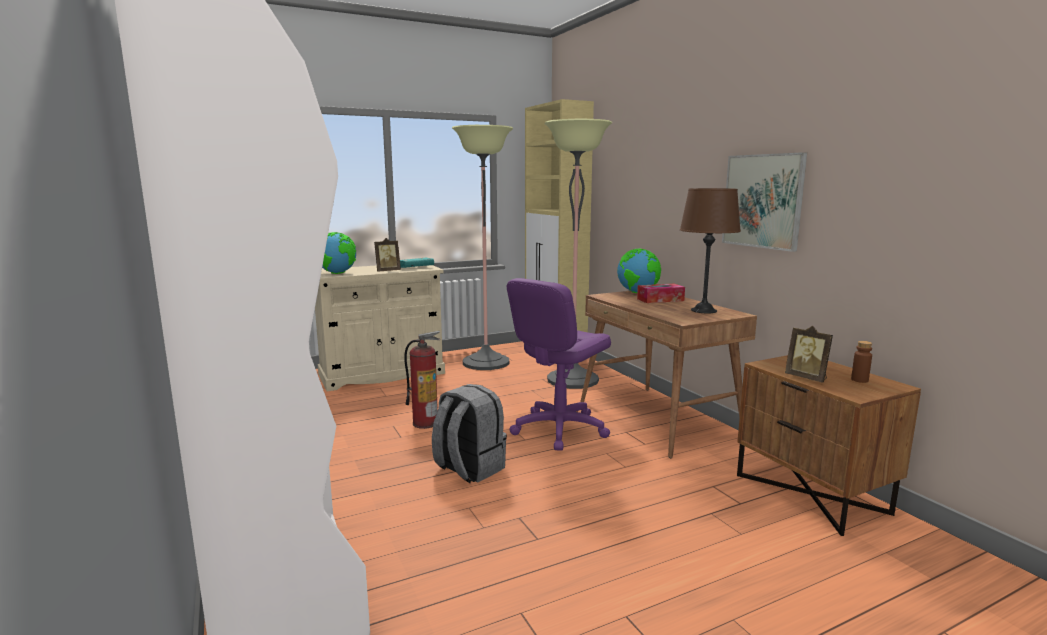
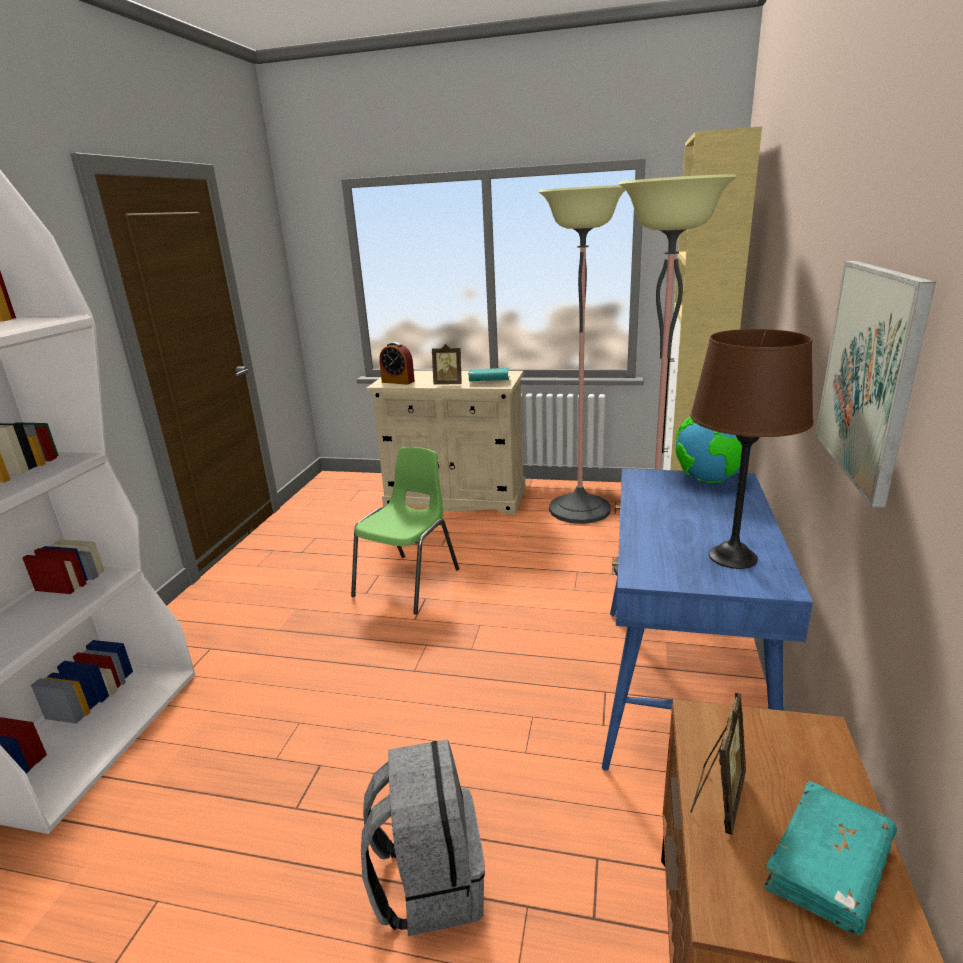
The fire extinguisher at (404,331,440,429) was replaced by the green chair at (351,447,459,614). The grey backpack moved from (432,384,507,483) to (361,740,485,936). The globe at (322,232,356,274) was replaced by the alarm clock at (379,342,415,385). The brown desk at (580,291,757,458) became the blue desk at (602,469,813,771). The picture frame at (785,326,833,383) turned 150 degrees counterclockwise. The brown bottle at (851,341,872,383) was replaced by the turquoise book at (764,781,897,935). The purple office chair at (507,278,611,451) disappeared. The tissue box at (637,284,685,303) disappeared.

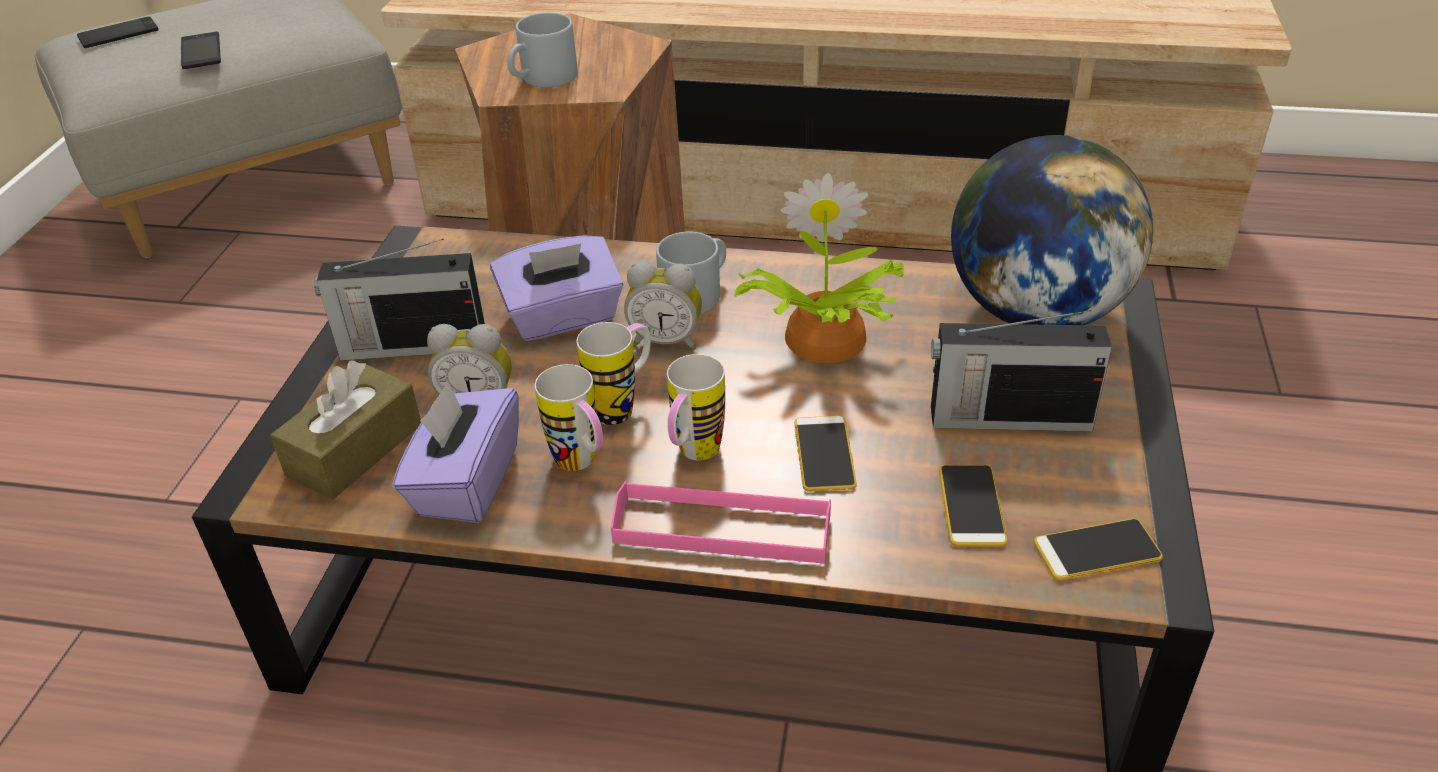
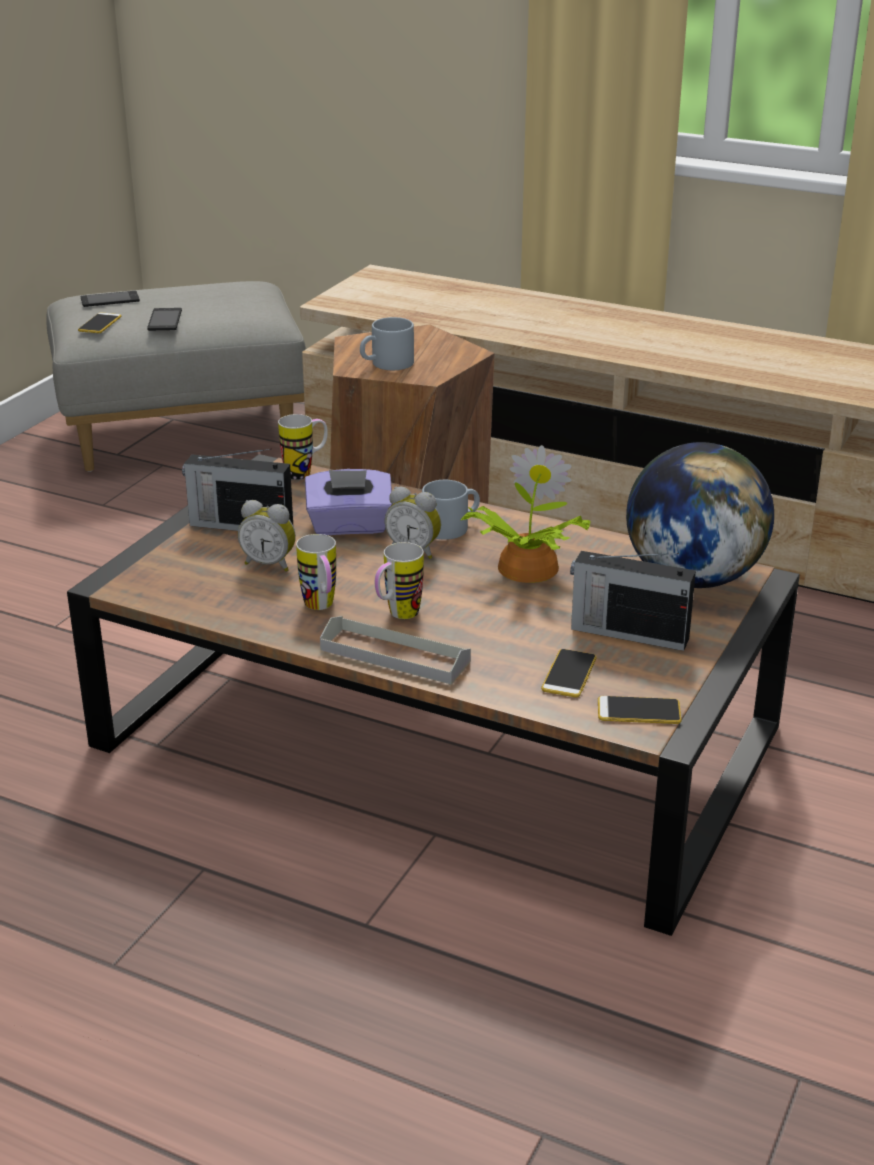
The phone moved from (795,416,857,492) to (78,312,121,333). The mug moved from (577,322,651,425) to (278,414,328,480). The pink tray at (611,481,831,564) became the grey tray at (320,616,471,685). The brown tissue box at (270,360,421,499) disappeared. The purple tissue box at (393,381,519,523) disappeared.

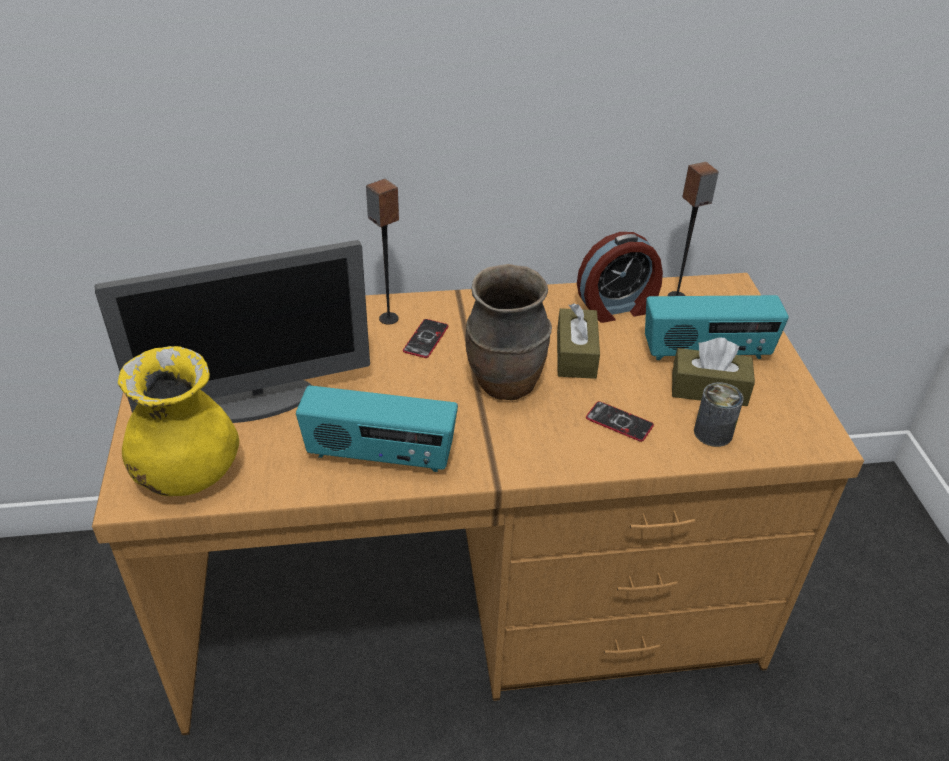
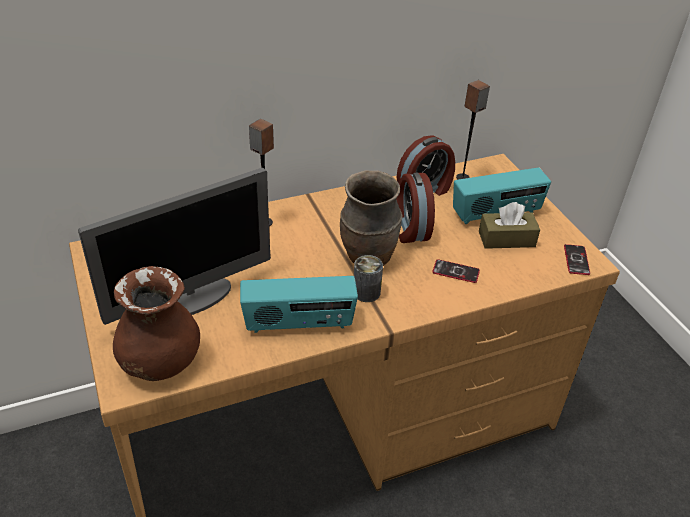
The yellow vase at (118,346,239,496) became the brown vase at (113,266,200,381). The can moved from (694,382,744,447) to (354,255,383,302). The brown tissue box at (557,303,600,379) was replaced by the alarm clock at (396,173,435,243). The phone moved from (403,319,448,358) to (564,244,590,275).

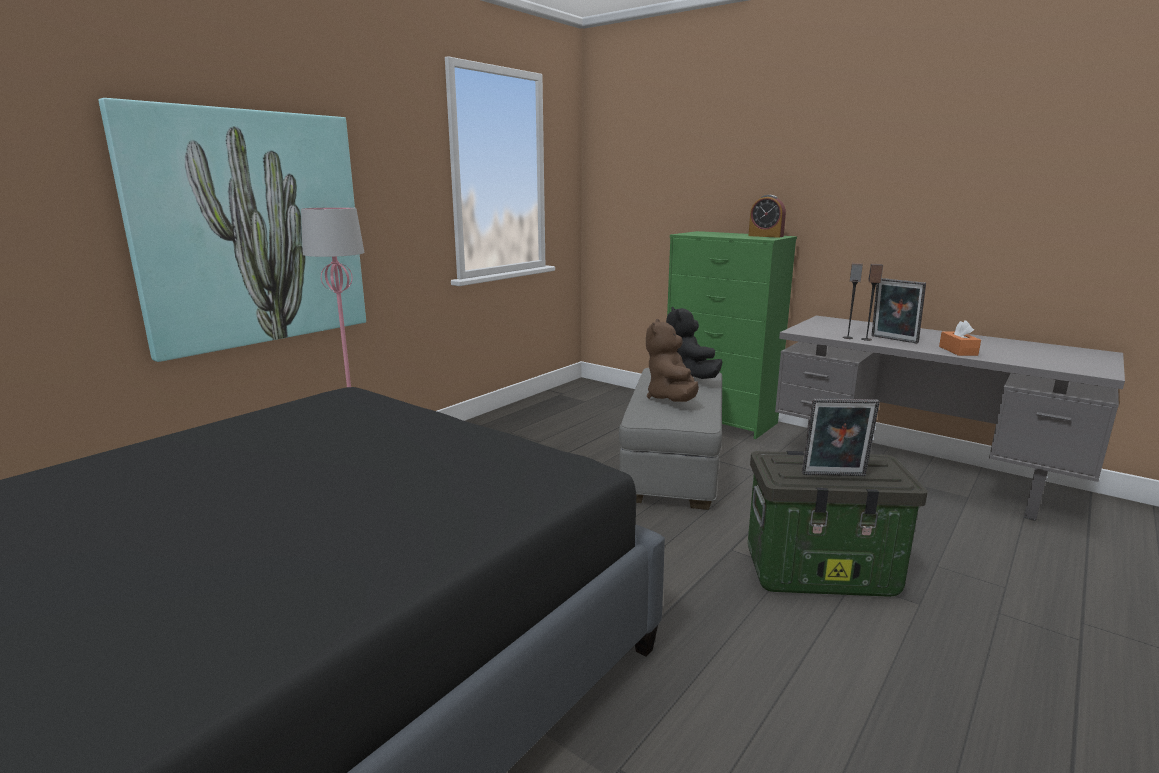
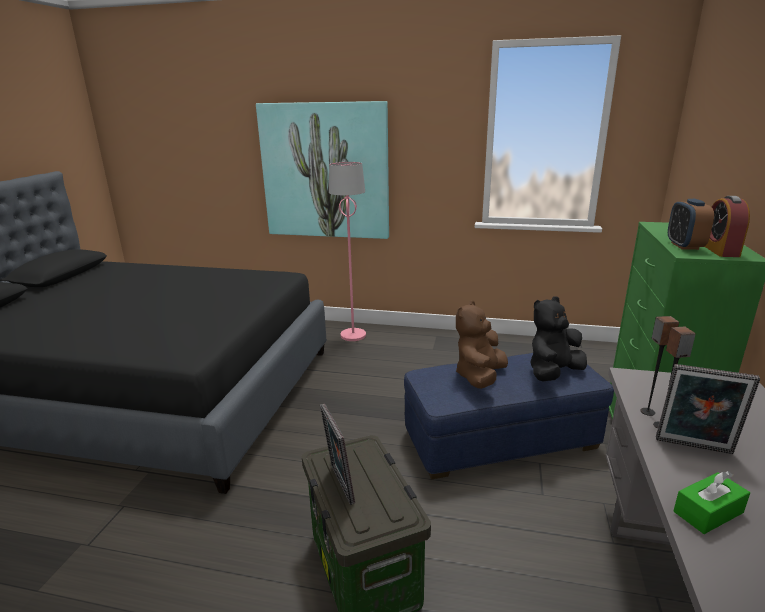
The grey ottoman at (619,368,722,510) became the blue ottoman at (404,353,614,479). The brown plush toy at (646,319,699,402) turned 45 degrees counterclockwise. The picture frame at (871,278,926,343) turned 90 degrees counterclockwise. The alarm clock at (668,199,714,250) appeared. The orange tissue box at (939,320,981,356) became the green tissue box at (673,471,750,534).

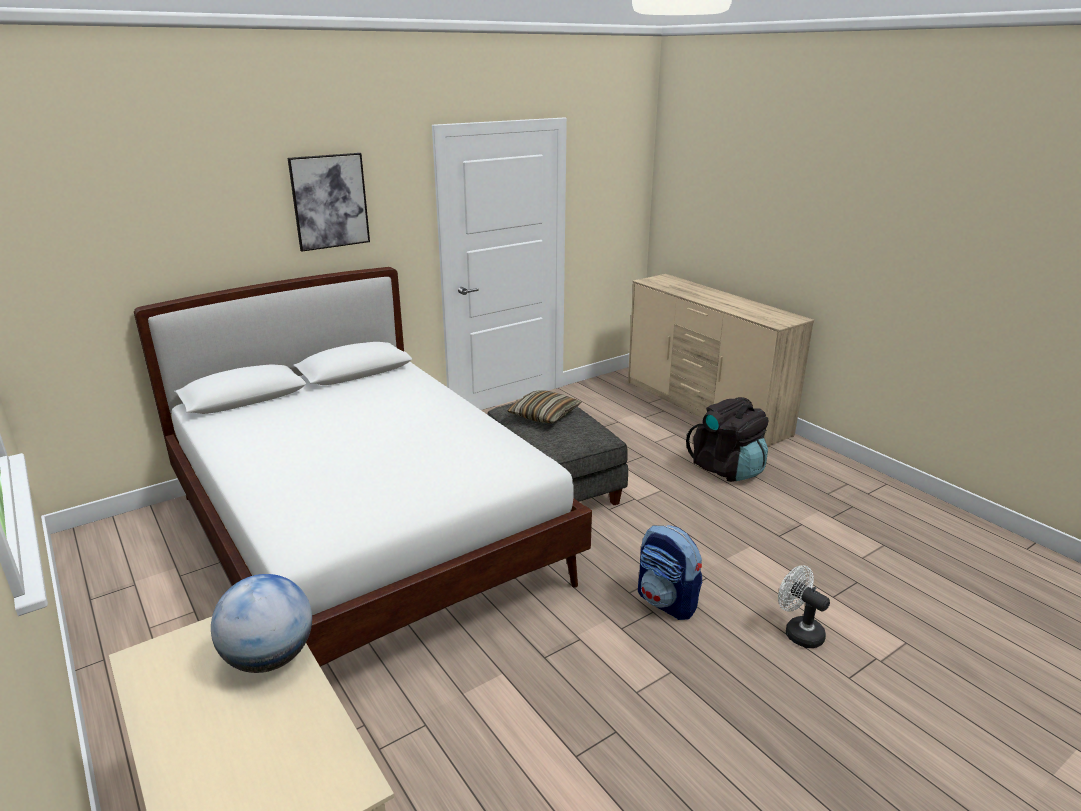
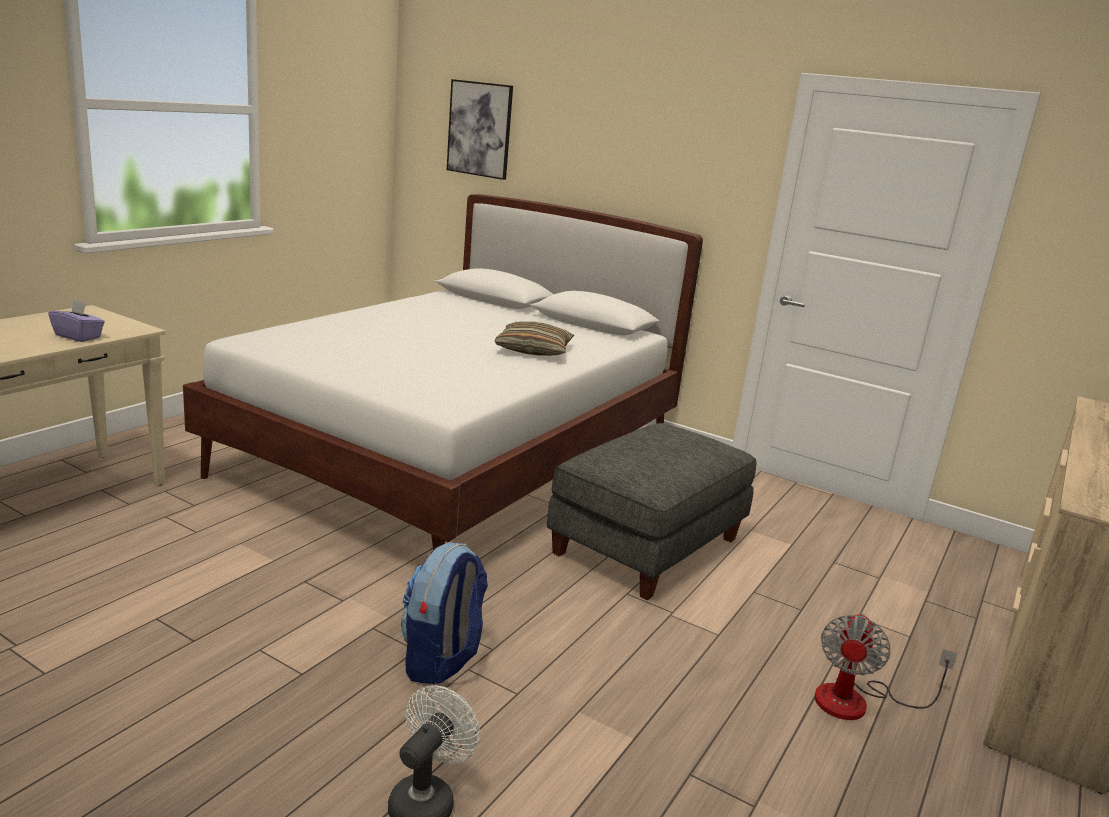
The globe at (211,574,312,673) was replaced by the purple tissue box at (48,300,105,342). The picture moved from (288,153,370,252) to (447,79,513,180). The pillow moved from (507,390,581,423) to (495,321,574,356). The black backpack at (686,397,768,482) was replaced by the fan at (815,613,957,720).

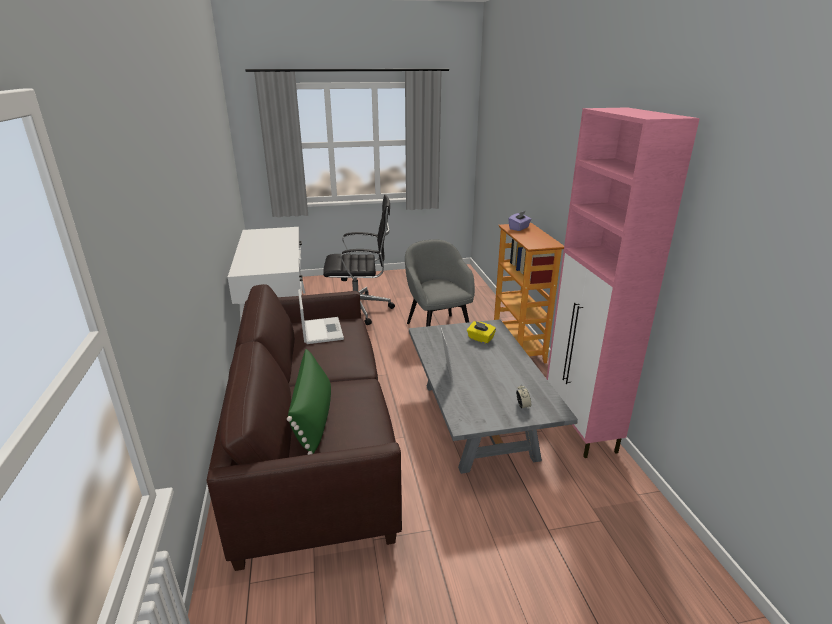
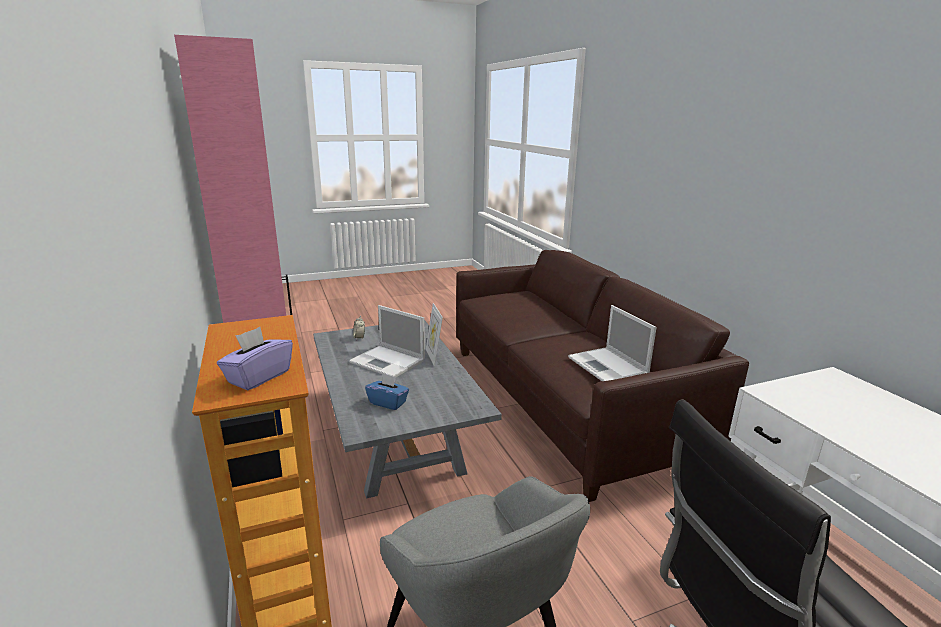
The laptop at (349,305,425,377) appeared. The yellow tissue box at (467,321,496,344) became the blue tissue box at (365,373,409,410). The green pillow at (287,349,331,455) disappeared.

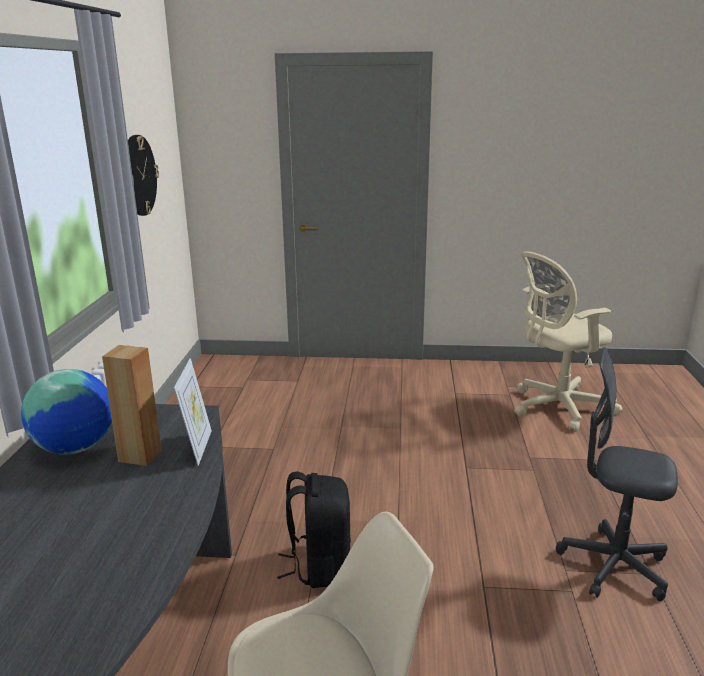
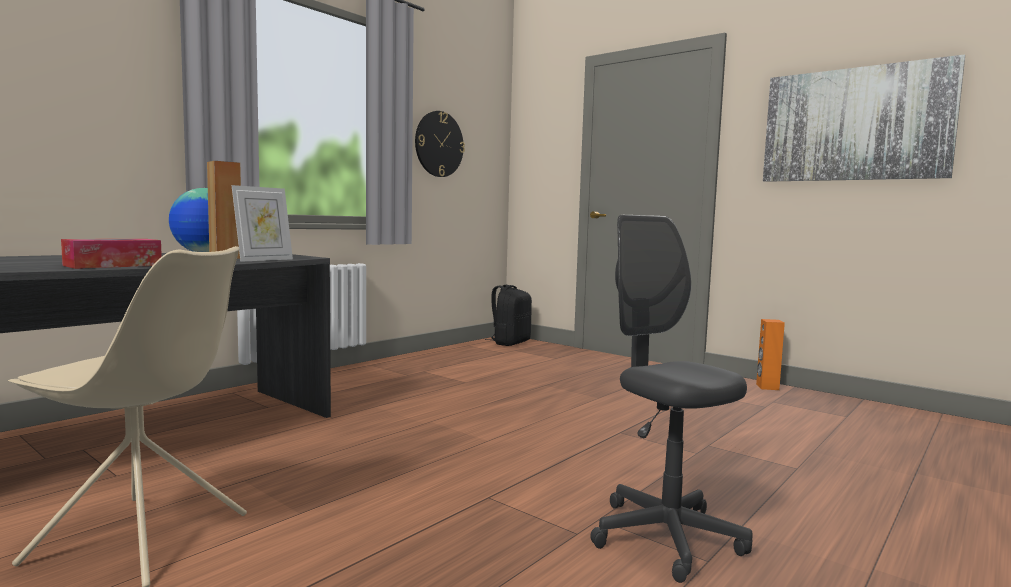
The tissue box at (61,239,162,269) appeared. The black backpack moved from (277,472,351,588) to (485,285,532,346). The orange speaker at (756,319,785,390) appeared. The picture at (763,54,965,182) appeared. The beige office chair at (514,251,623,432) disappeared.

